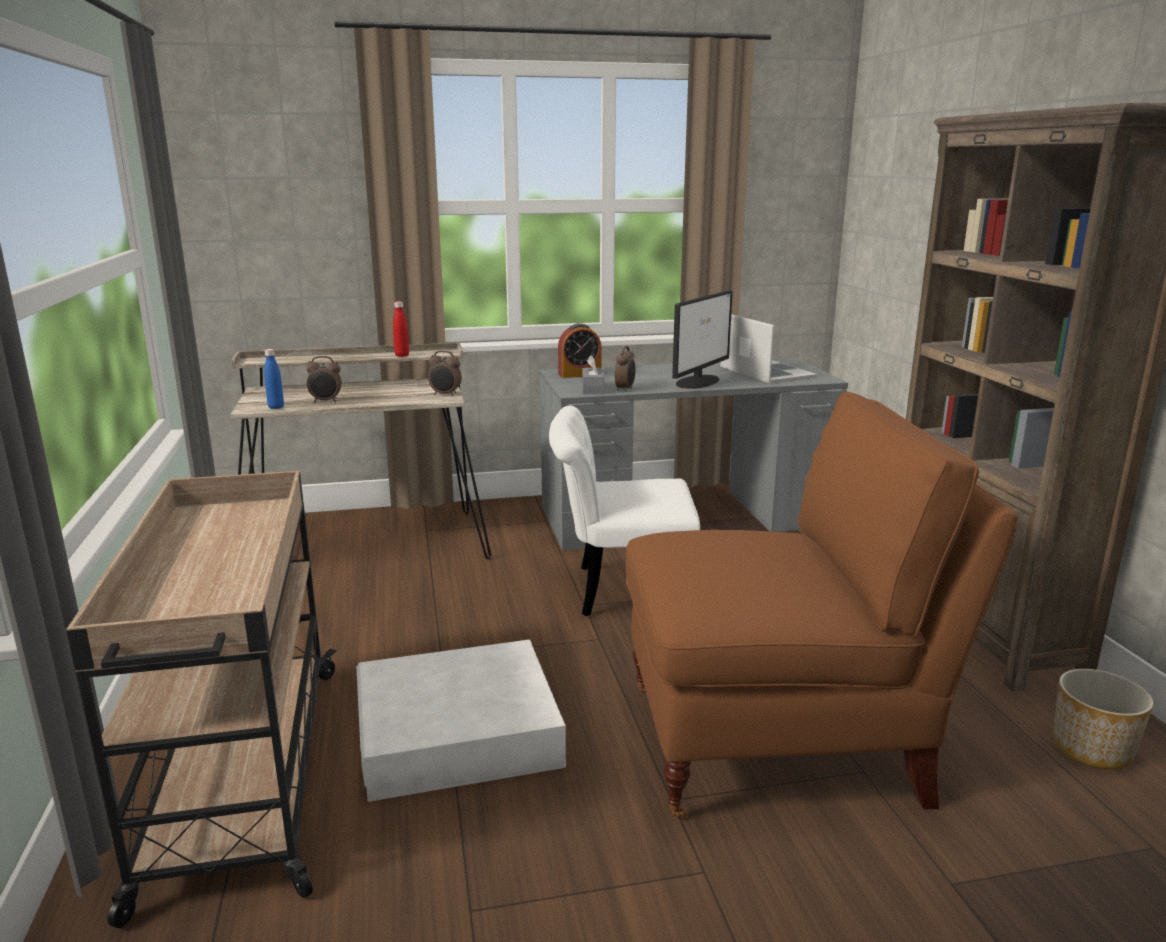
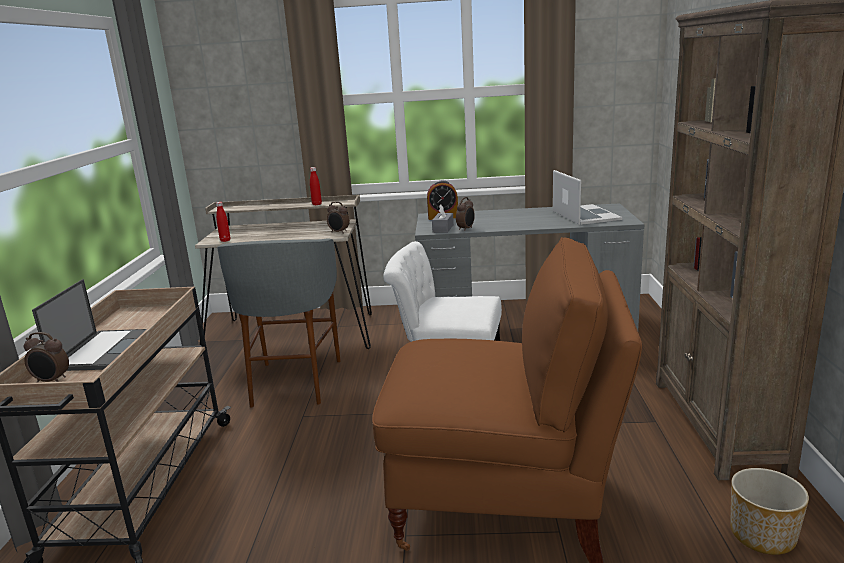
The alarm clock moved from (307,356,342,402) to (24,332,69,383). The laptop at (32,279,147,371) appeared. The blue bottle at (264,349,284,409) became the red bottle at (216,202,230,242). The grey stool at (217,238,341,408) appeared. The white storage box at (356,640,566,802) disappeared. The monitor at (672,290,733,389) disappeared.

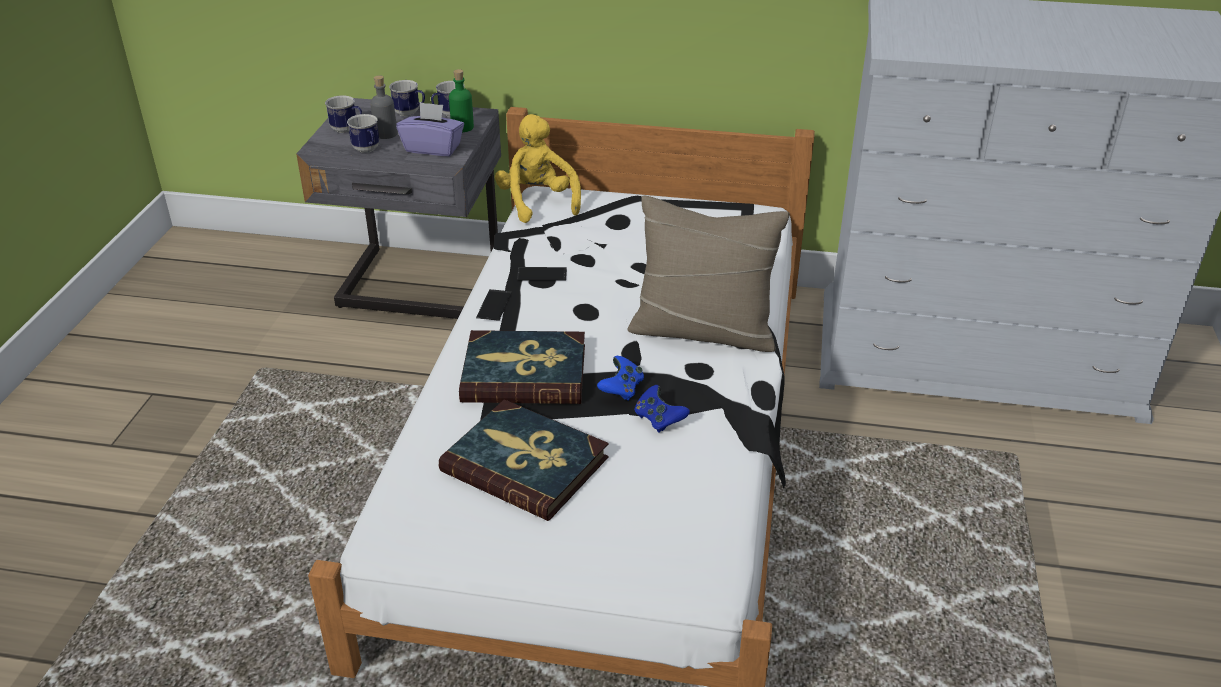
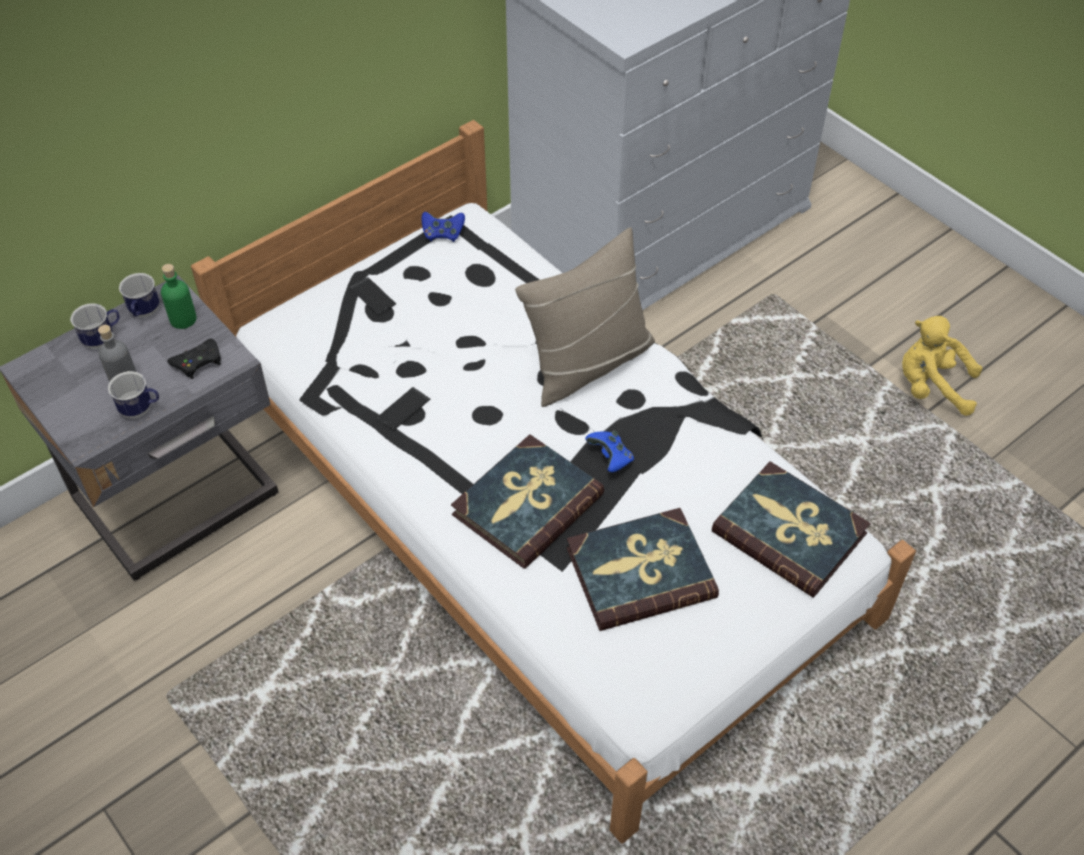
The purple tissue box at (396,102,464,156) was replaced by the black game controller at (167,339,221,379). The phone moved from (476,289,512,321) to (350,277,396,315). The blue game controller moved from (634,385,690,433) to (422,212,465,242). The book at (712,461,870,598) appeared. The yellow plush toy moved from (495,114,581,223) to (902,316,982,416). The mug at (325,95,362,133) disappeared.

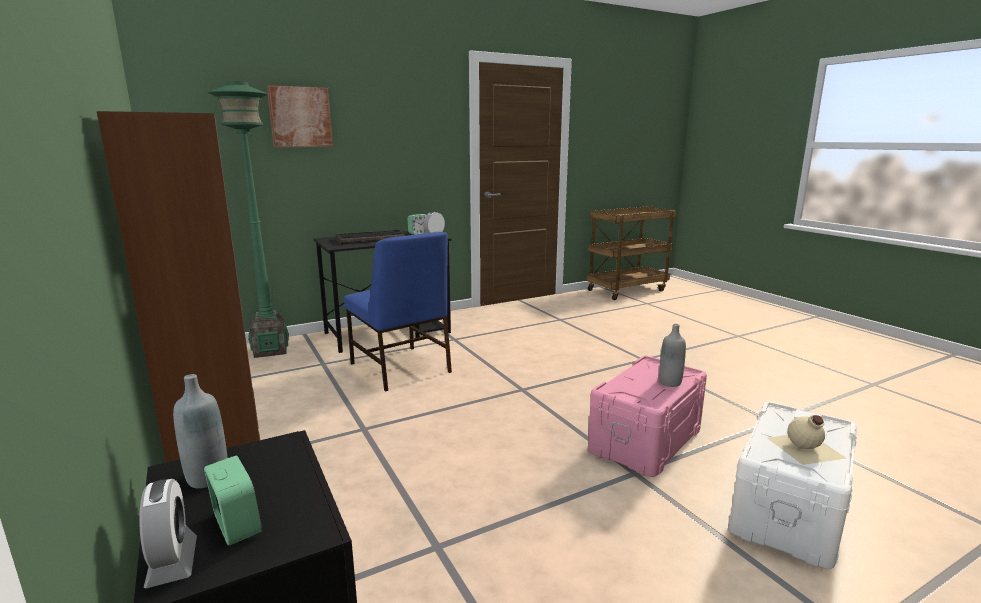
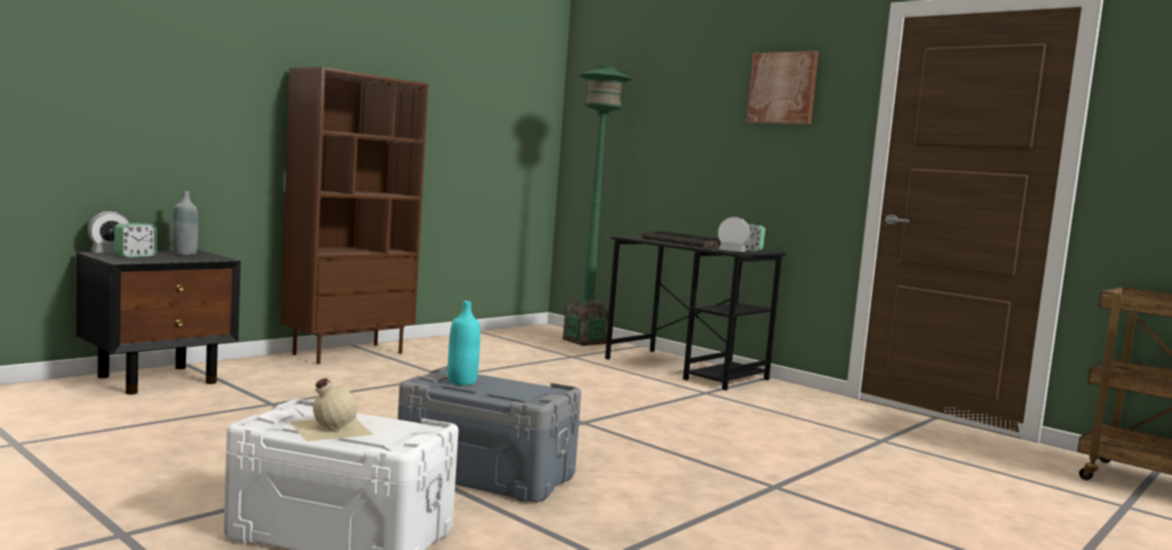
The pink storage box at (588,356,707,477) became the grey storage box at (398,366,581,502). The turquoise bottle at (448,301,480,385) appeared. The picture moved from (267,85,333,147) to (746,51,819,124). The blue chair at (344,232,452,392) disappeared. The grey bottle at (659,324,686,387) disappeared.

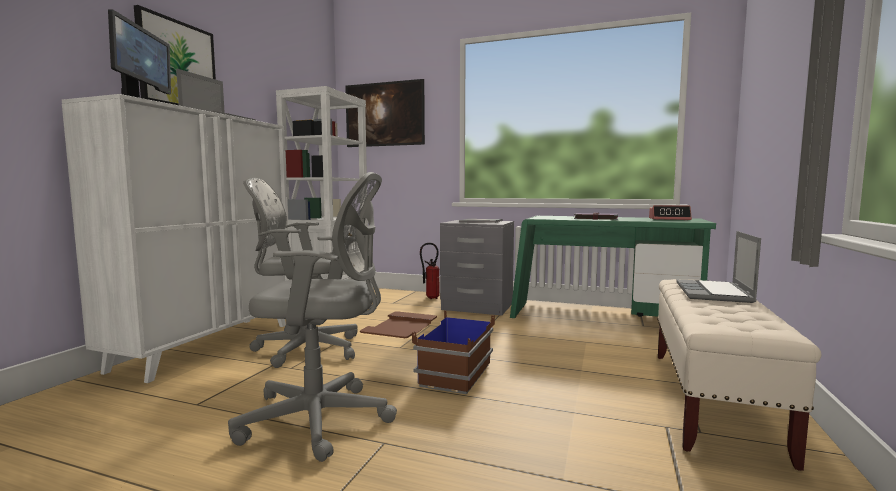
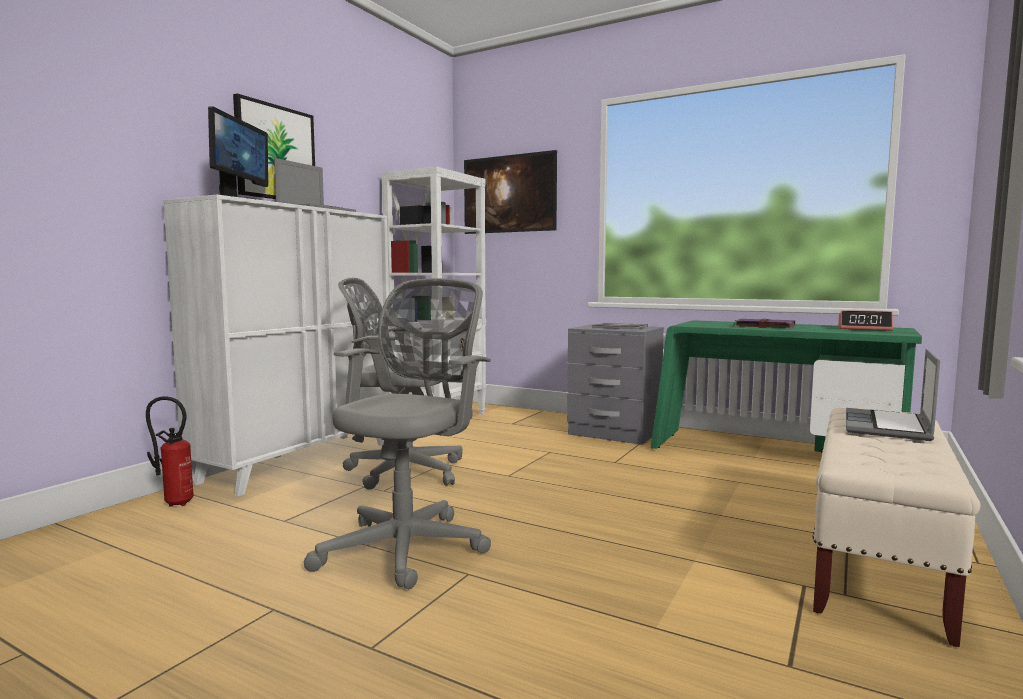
The fire extinguisher moved from (420,243,440,299) to (146,396,194,507). The grey office chair at (228,172,397,462) turned 75 degrees counterclockwise. The brown storage box at (360,310,495,394) disappeared.

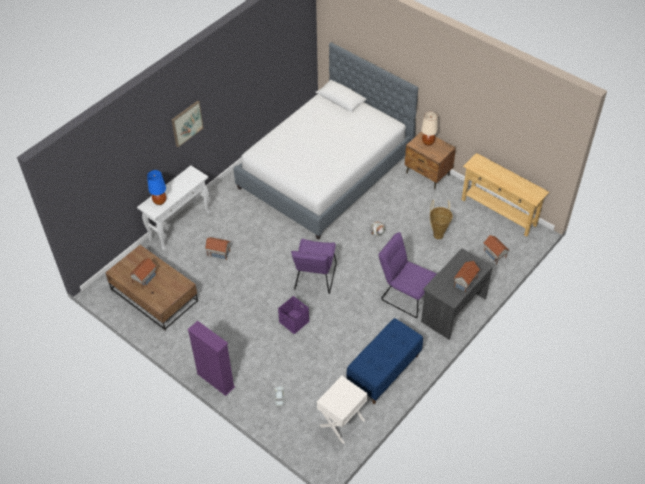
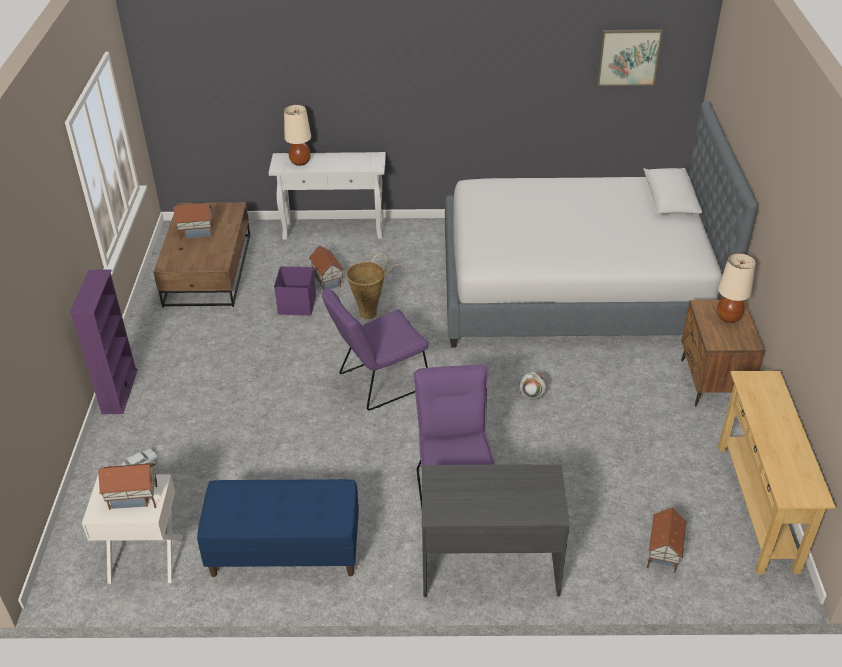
The toy house moved from (454,261,480,292) to (98,463,157,510). The purple storage box moved from (278,296,309,334) to (274,266,316,316). The blue table lamp at (147,170,166,205) became the beige table lamp at (284,105,311,166). The basket moved from (430,200,453,239) to (346,252,404,319). The picture moved from (172,101,204,147) to (597,29,662,86).

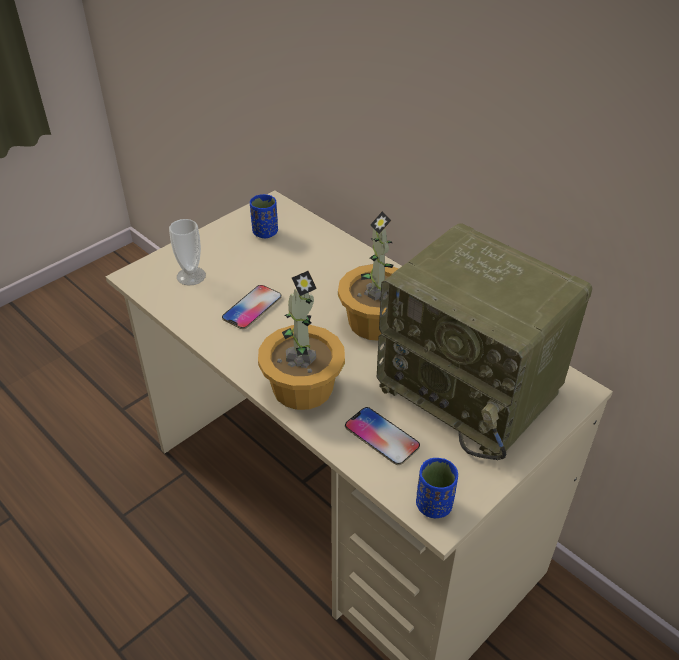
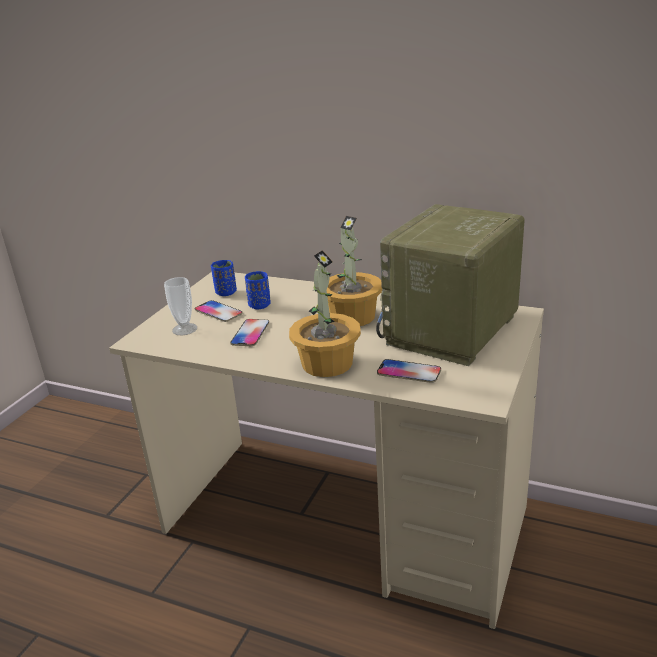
The phone at (195,300,243,322) appeared. The blue cup moved from (416,458,458,519) to (245,271,271,309). The radio at (377,223,592,461) turned 105 degrees clockwise.

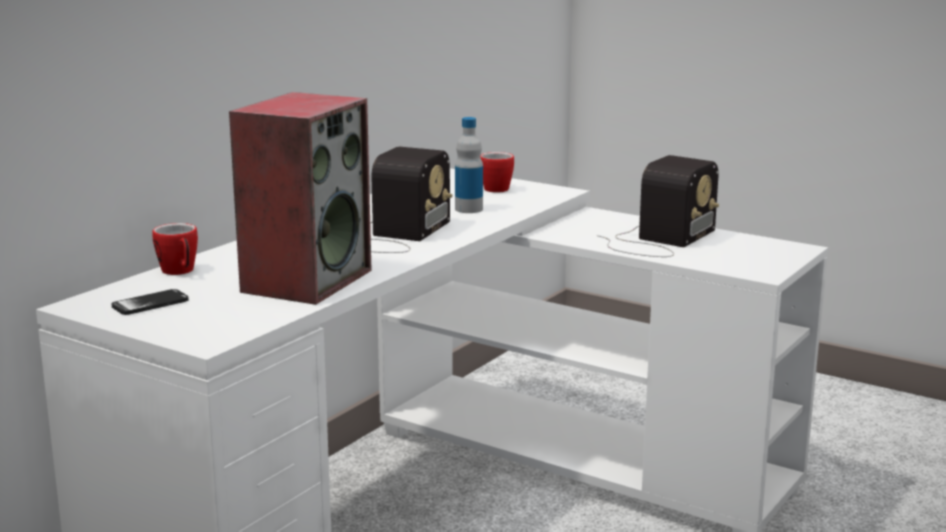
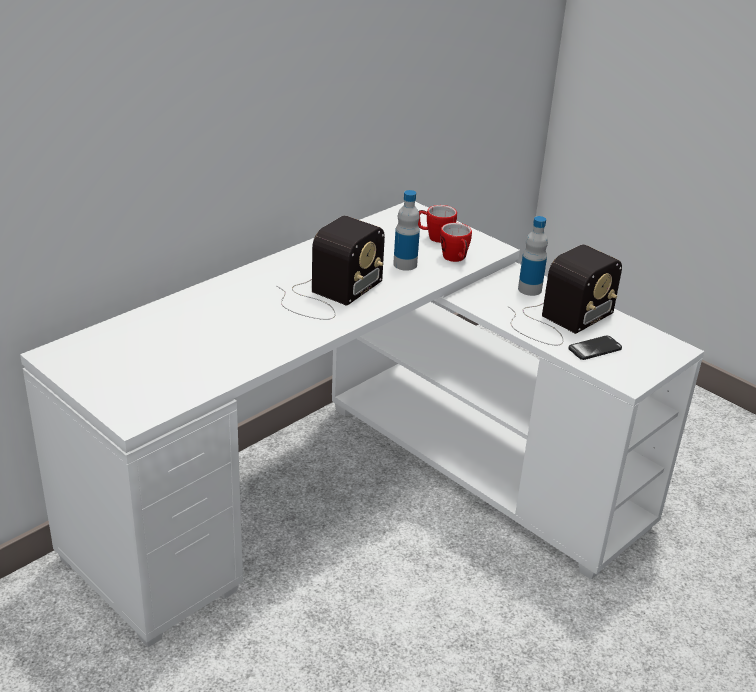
The mug moved from (152,223,198,275) to (440,223,472,262). The bottle at (518,216,548,296) appeared. The phone moved from (112,289,189,315) to (569,335,622,360). The speaker at (229,92,372,305) disappeared.

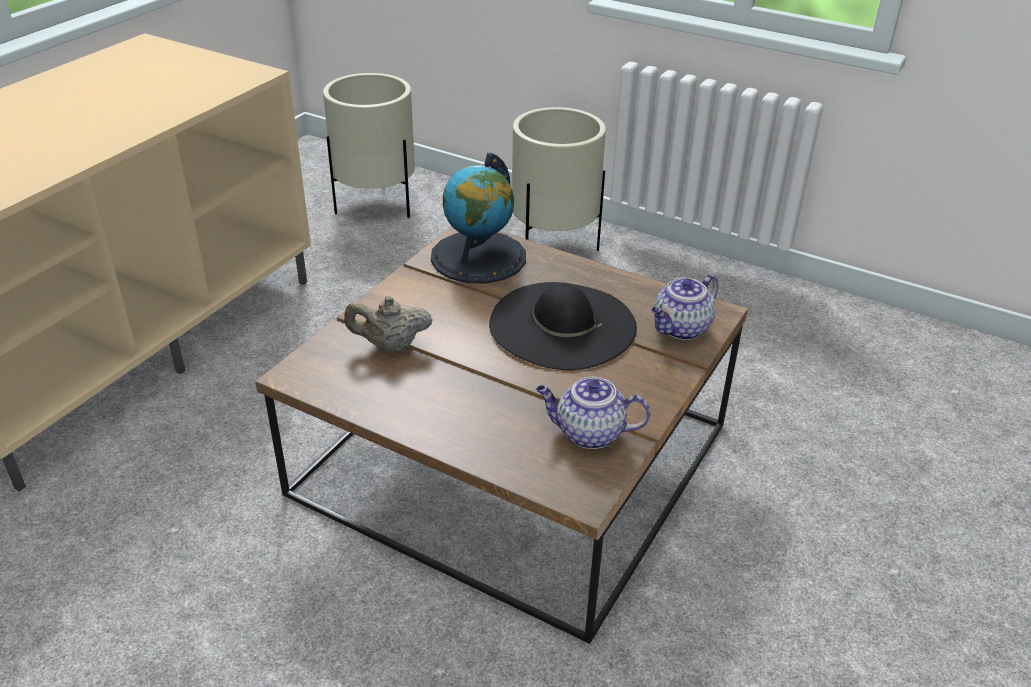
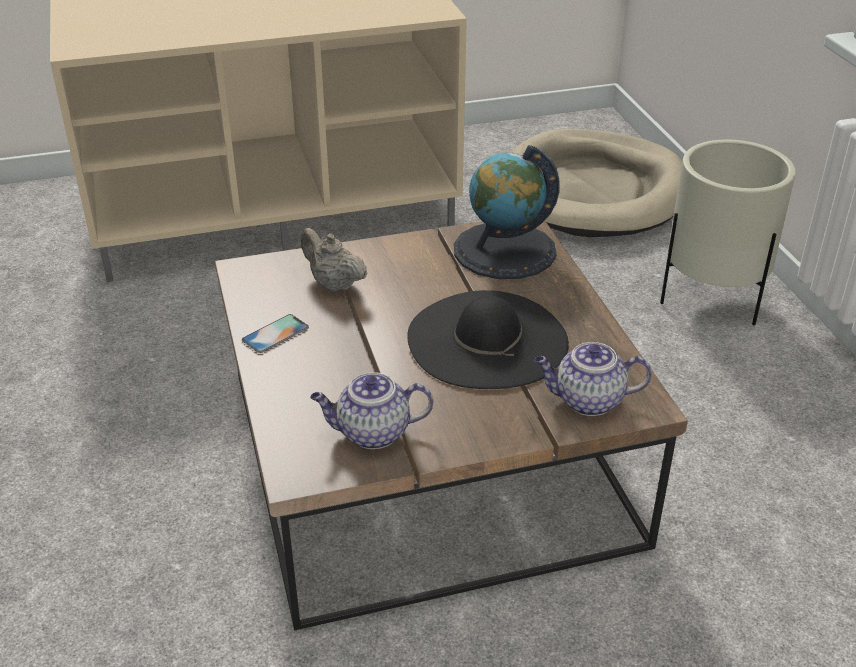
The phone at (242,314,309,353) appeared. The teapot at (536,377,650,449) turned 60 degrees counterclockwise. The beige planter at (323,73,415,218) was replaced by the beige dog bed at (511,129,682,237).

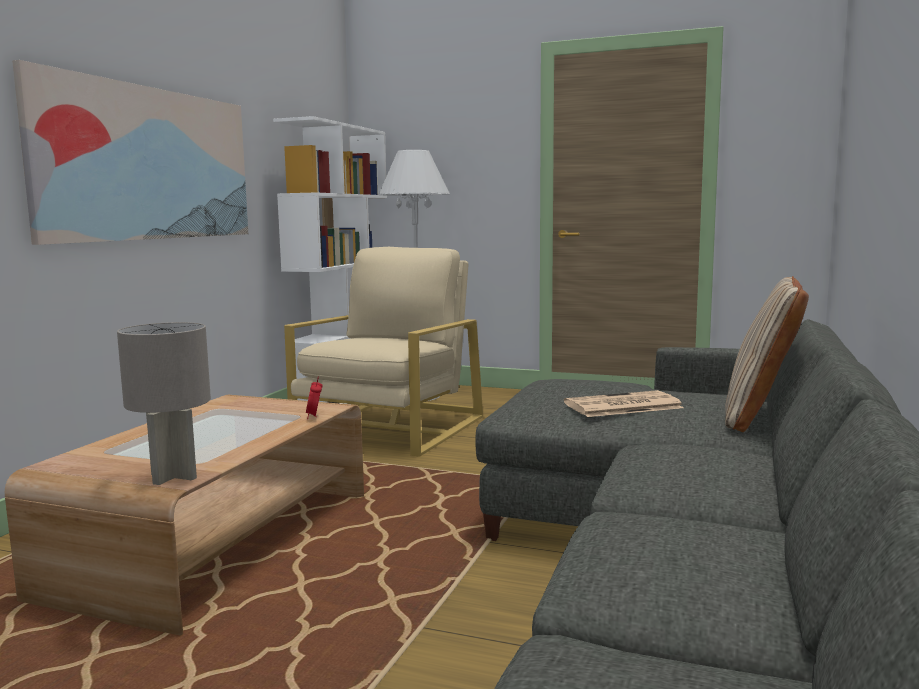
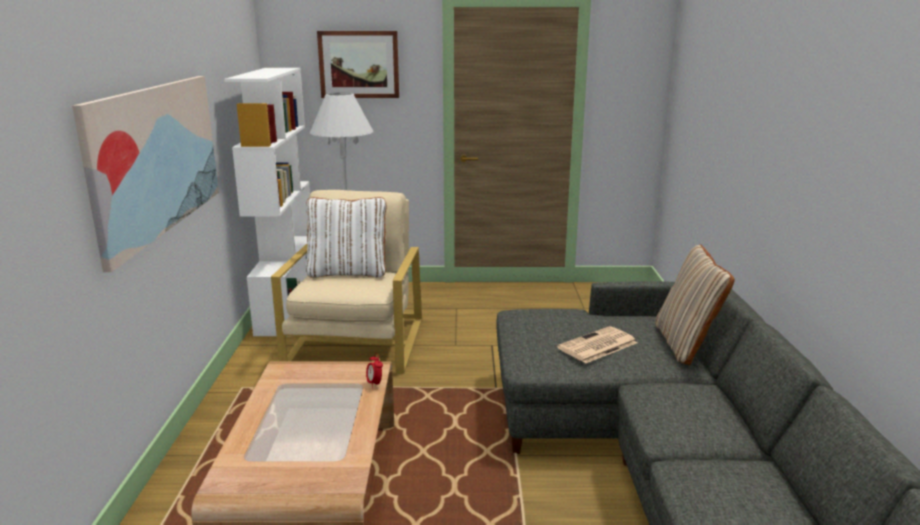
The white pillow at (306,197,386,278) appeared. The picture at (317,31,399,98) appeared. The grey table lamp at (117,322,211,485) disappeared.

